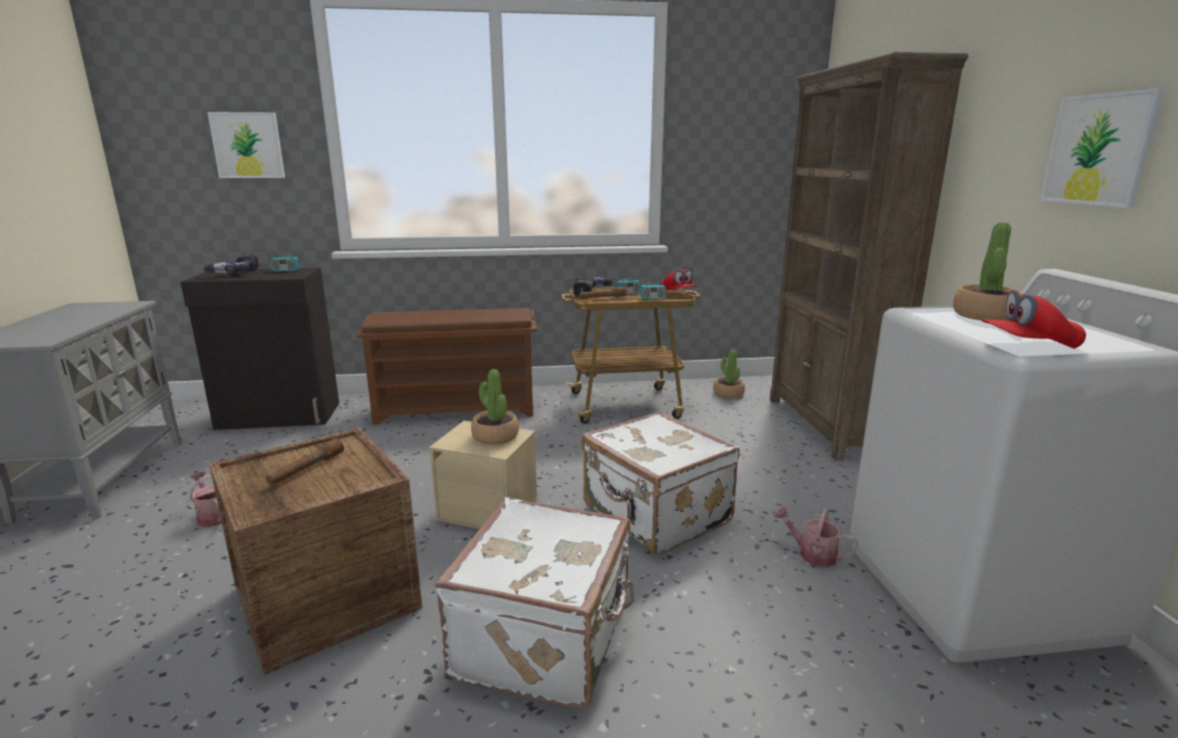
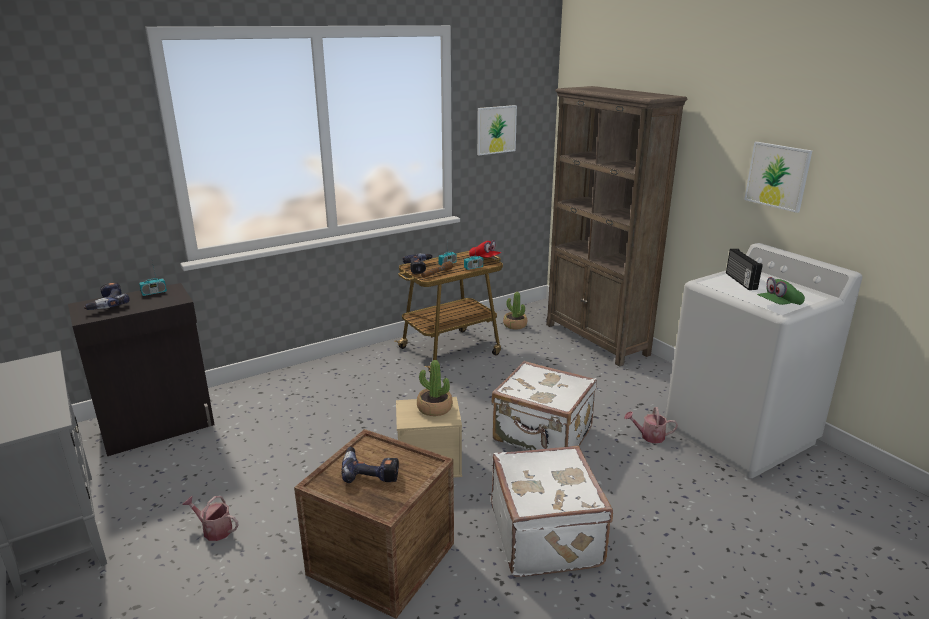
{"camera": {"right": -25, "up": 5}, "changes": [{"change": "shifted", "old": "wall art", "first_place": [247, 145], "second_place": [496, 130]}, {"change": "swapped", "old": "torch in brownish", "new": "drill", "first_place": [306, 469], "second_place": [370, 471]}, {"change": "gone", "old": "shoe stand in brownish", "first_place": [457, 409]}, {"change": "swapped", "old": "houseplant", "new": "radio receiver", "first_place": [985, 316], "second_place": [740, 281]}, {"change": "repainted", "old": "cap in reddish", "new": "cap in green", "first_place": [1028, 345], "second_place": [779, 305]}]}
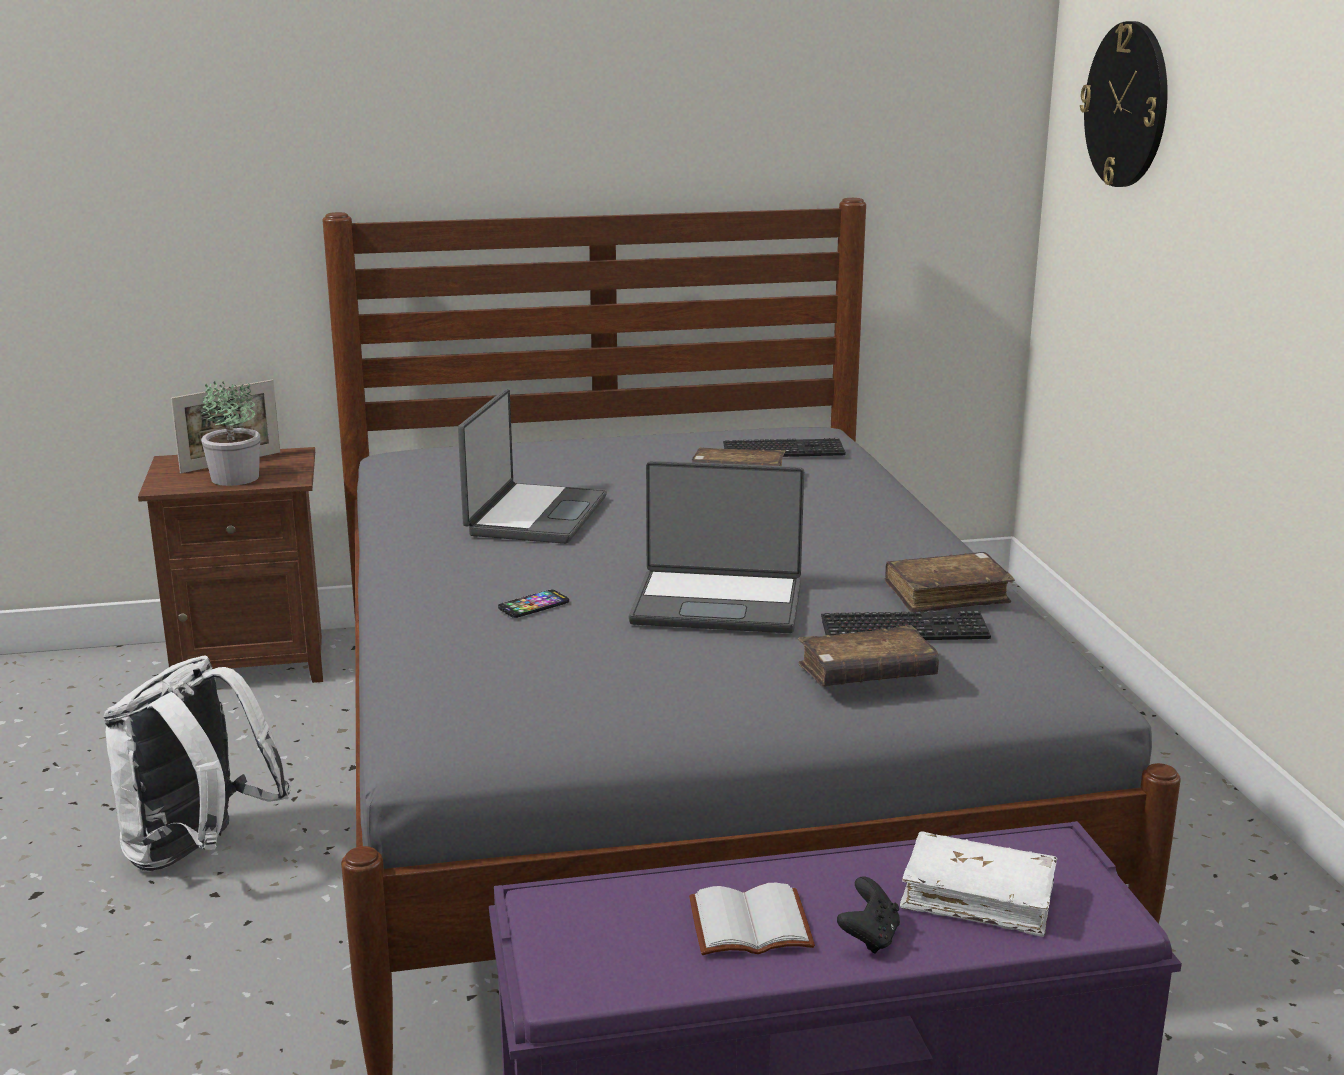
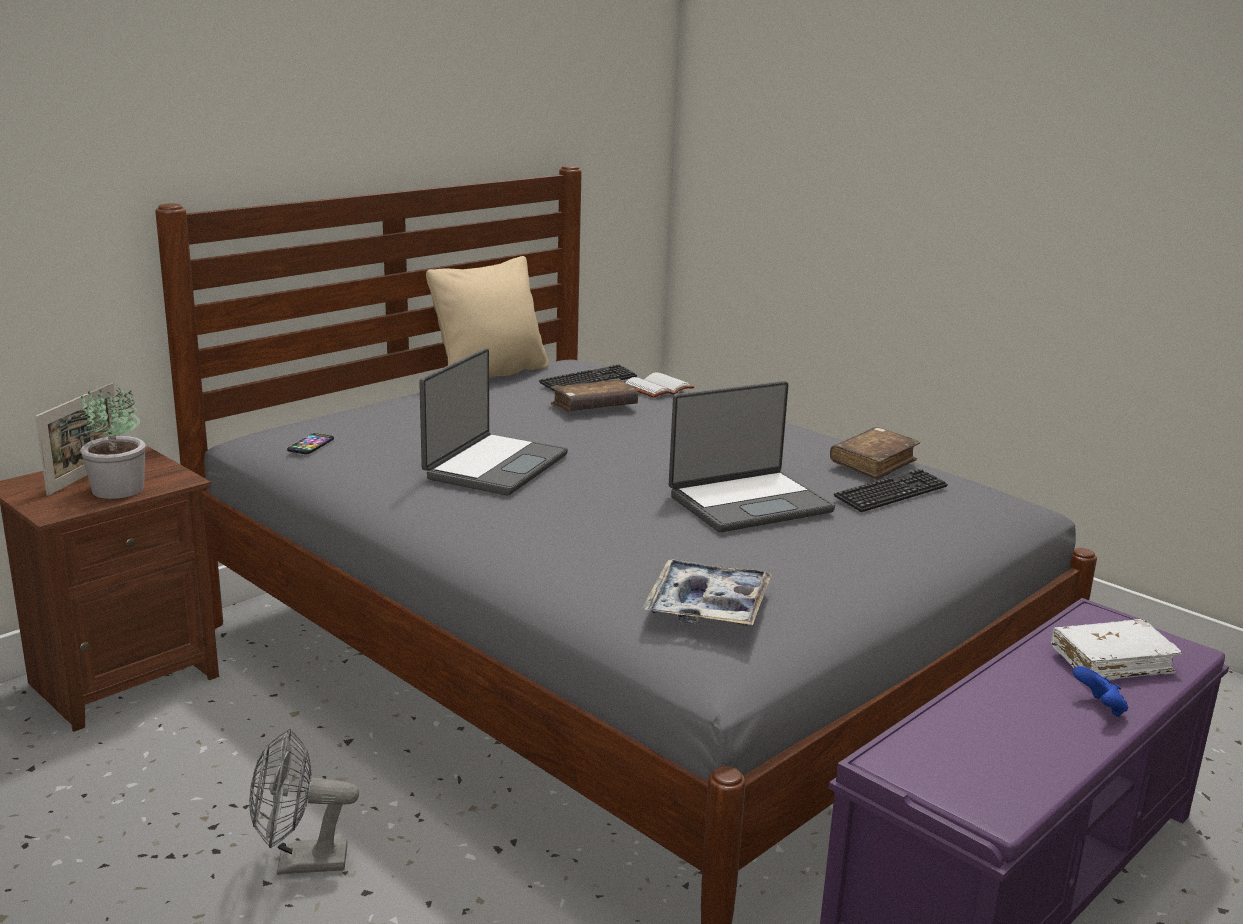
{"camera": {"right": -35, "up": 0}, "changes": [{"change": "swapped", "old": "backpack in white", "new": "cooling fan in grey", "first_place": [198, 852], "second_place": [300, 863]}, {"change": "rotated", "old": "portable computer", "first_place": [534, 516], "second_place": [494, 466], "degrees": 45}, {"change": "shifted", "old": "phone", "first_place": [533, 605], "second_place": [310, 445]}, {"change": "shifted", "old": "volume in white", "first_place": [748, 927], "second_place": [658, 389]}, {"change": "gone", "old": "volume in brownish", "first_place": [867, 674]}, {"change": "repainted", "old": "gamepad in black-coloured", "new": "gamepad in blue-coloured", "first_place": [869, 937], "second_place": [1099, 708]}, {"change": "gone", "old": "clock on the wall", "first_place": [1127, 105]}, {"change": "new", "new": "cushion in beige", "second_place": [490, 374]}, {"change": "new", "new": "serving tray", "second_place": [707, 605]}]}
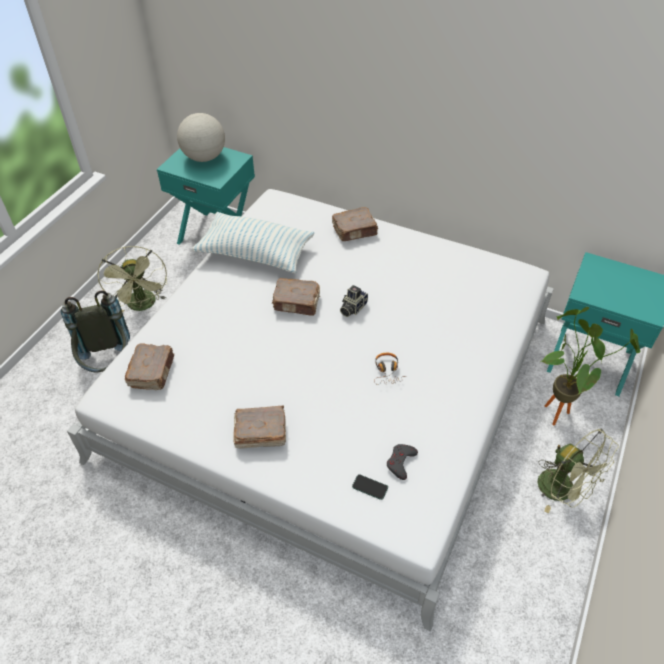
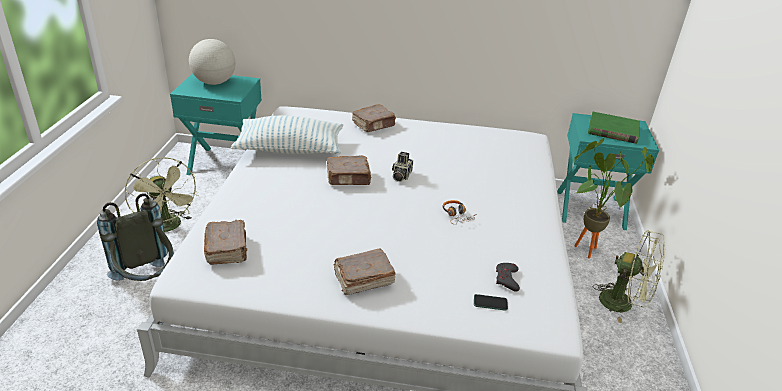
{"camera": {"right": -20, "up": -15}, "changes": [{"change": "new", "new": "volume in green", "second_place": [613, 130]}]}
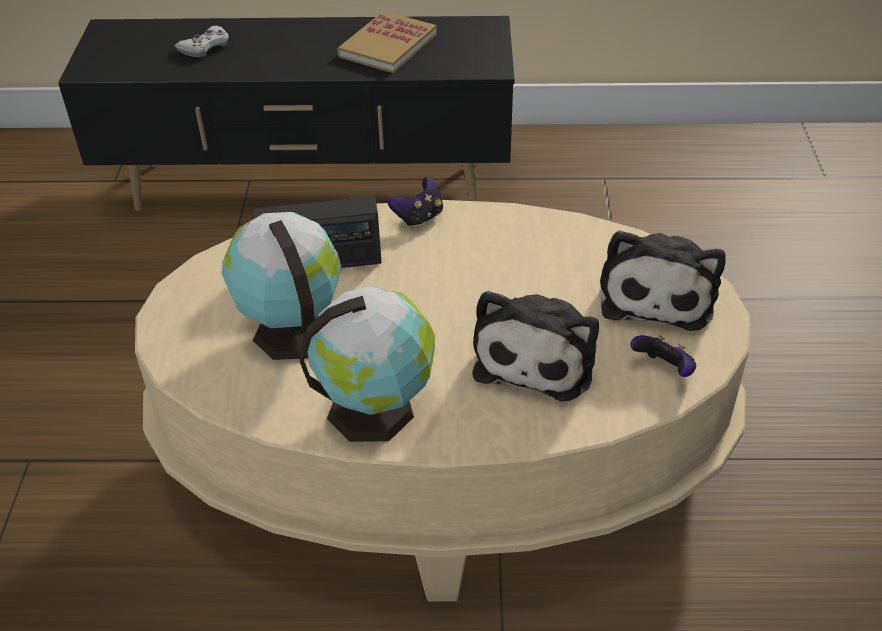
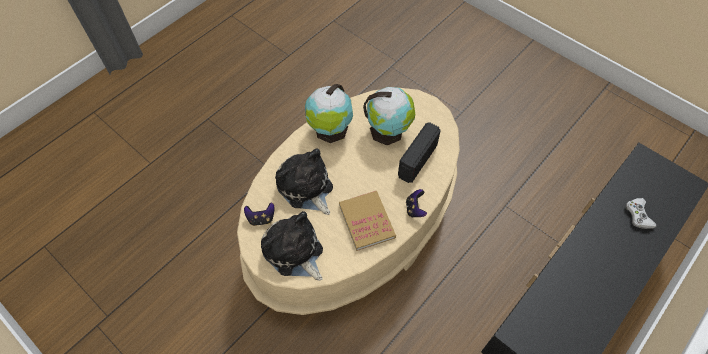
{"camera": {"right": 130, "up": 15}, "changes": [{"change": "shifted", "old": "volume", "first_place": [387, 46], "second_place": [366, 221]}]}
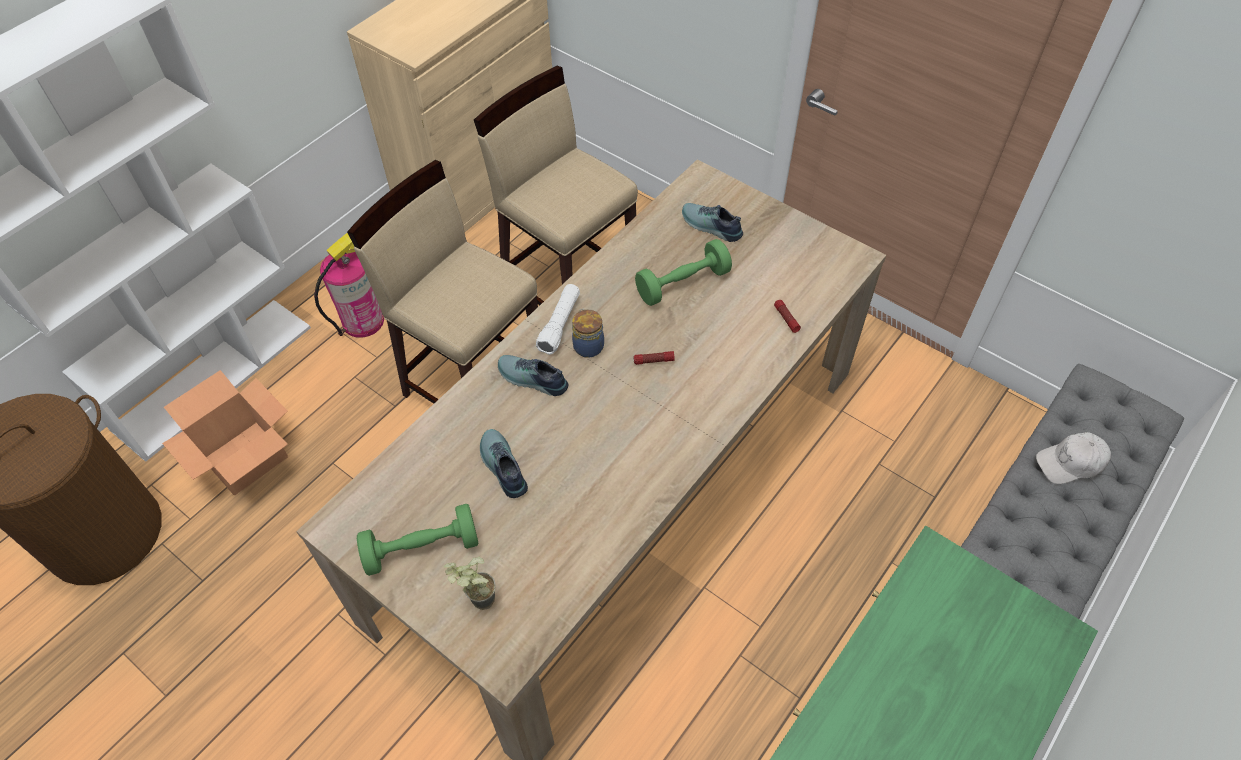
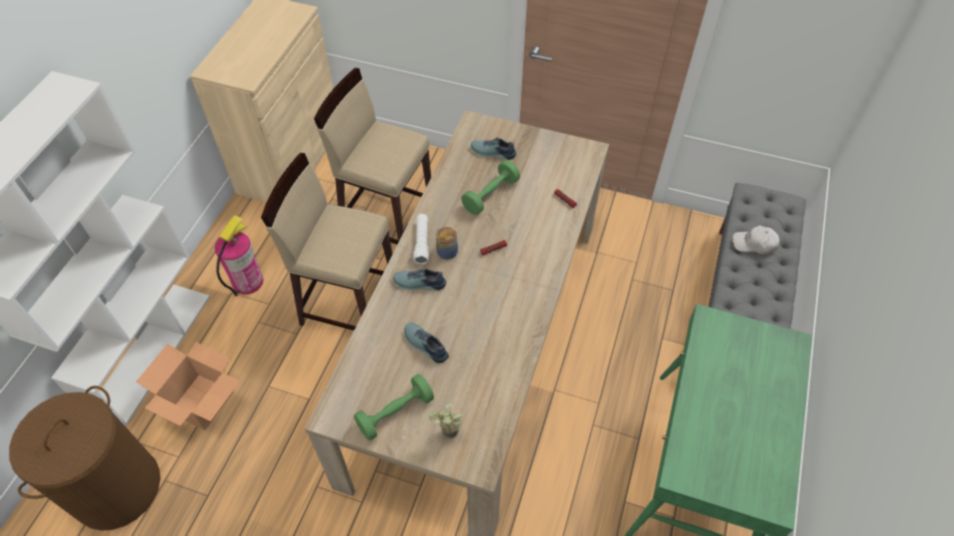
{"camera": {"right": -20, "up": 0}, "changes": [{"change": "rotated", "old": "cap in white", "first_place": [1071, 463], "second_place": [754, 244], "degrees": 45}]}
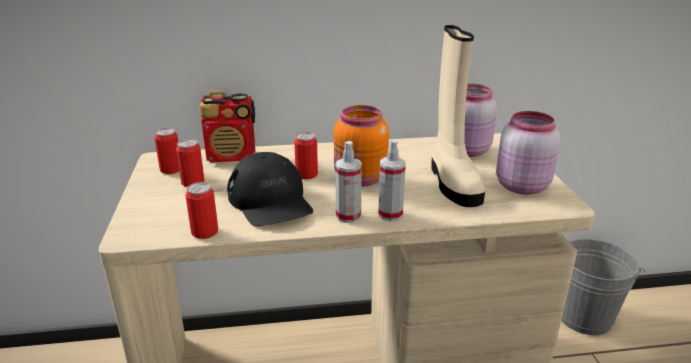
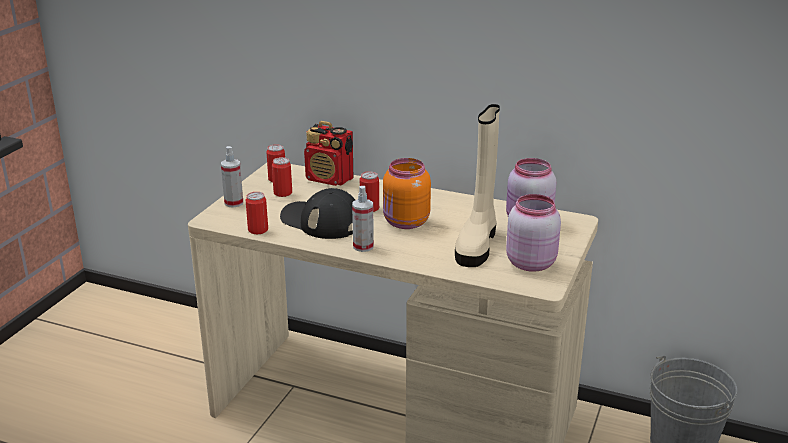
{"camera": {"right": 30, "up": 0}, "changes": [{"change": "rotated", "old": "cap in black-coloured", "first_place": [271, 201], "second_place": [321, 221], "degrees": 120}, {"change": "shifted", "old": "sprayer", "first_place": [390, 214], "second_place": [234, 203]}]}
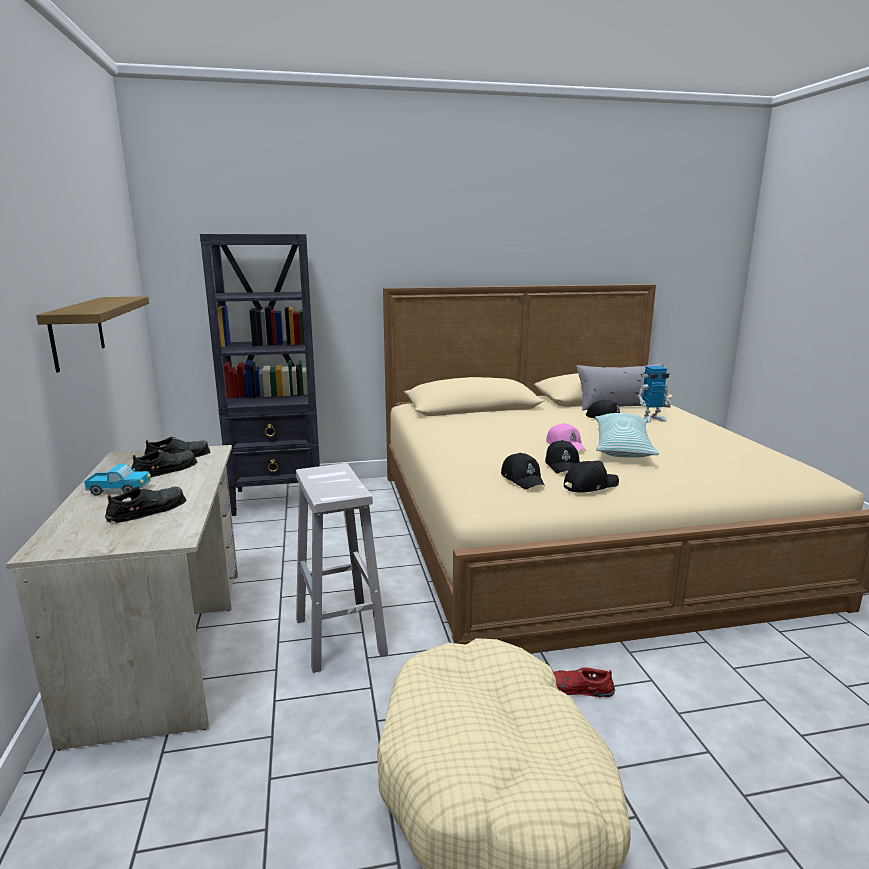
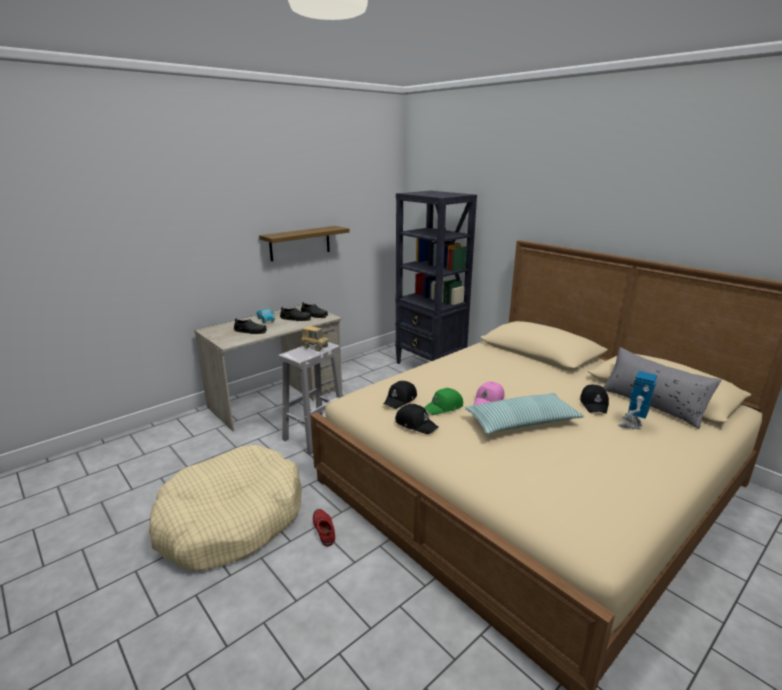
{"camera": {"right": 60, "up": 5}, "changes": [{"change": "repainted", "old": "cap in black-coloured", "new": "cap in green", "first_place": [562, 465], "second_place": [444, 407]}, {"change": "rotated", "old": "model robot", "first_place": [652, 419], "second_place": [632, 425], "degrees": 75}, {"change": "new", "new": "model truck", "second_place": [315, 347]}]}
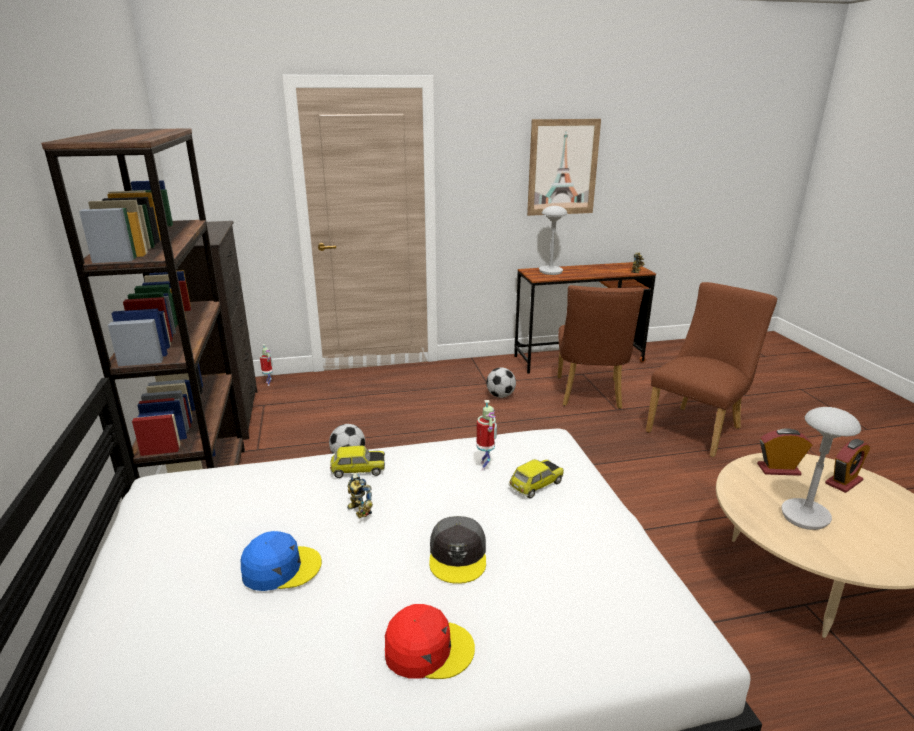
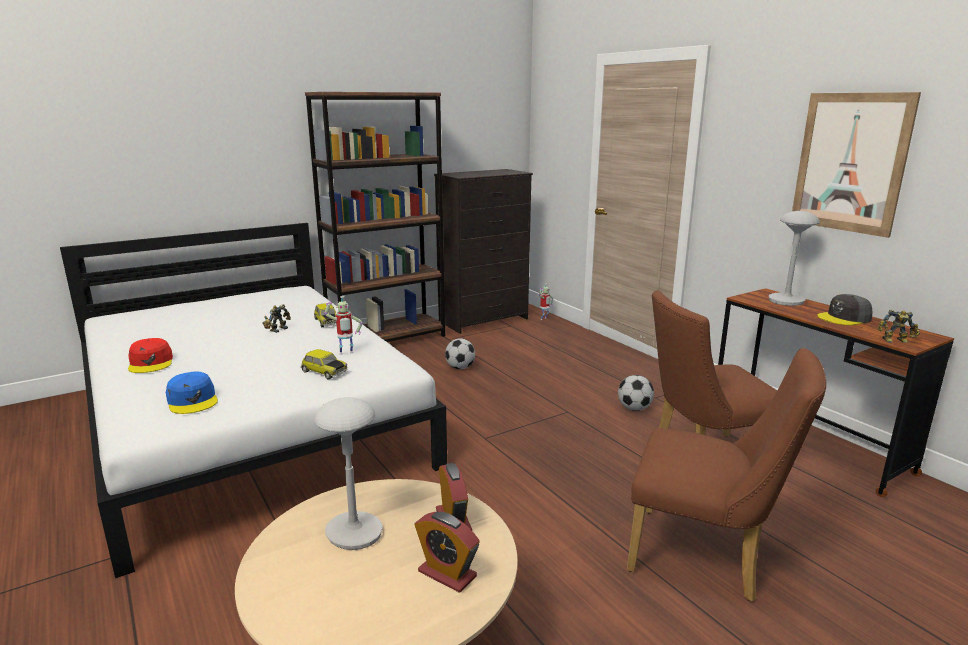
{"camera": {"right": 70, "up": -5}, "changes": [{"change": "shifted", "old": "cap in blue-coloured", "first_place": [281, 568], "second_place": [193, 400]}, {"change": "shifted", "old": "cap in grey", "first_place": [458, 555], "second_place": [844, 318]}]}
